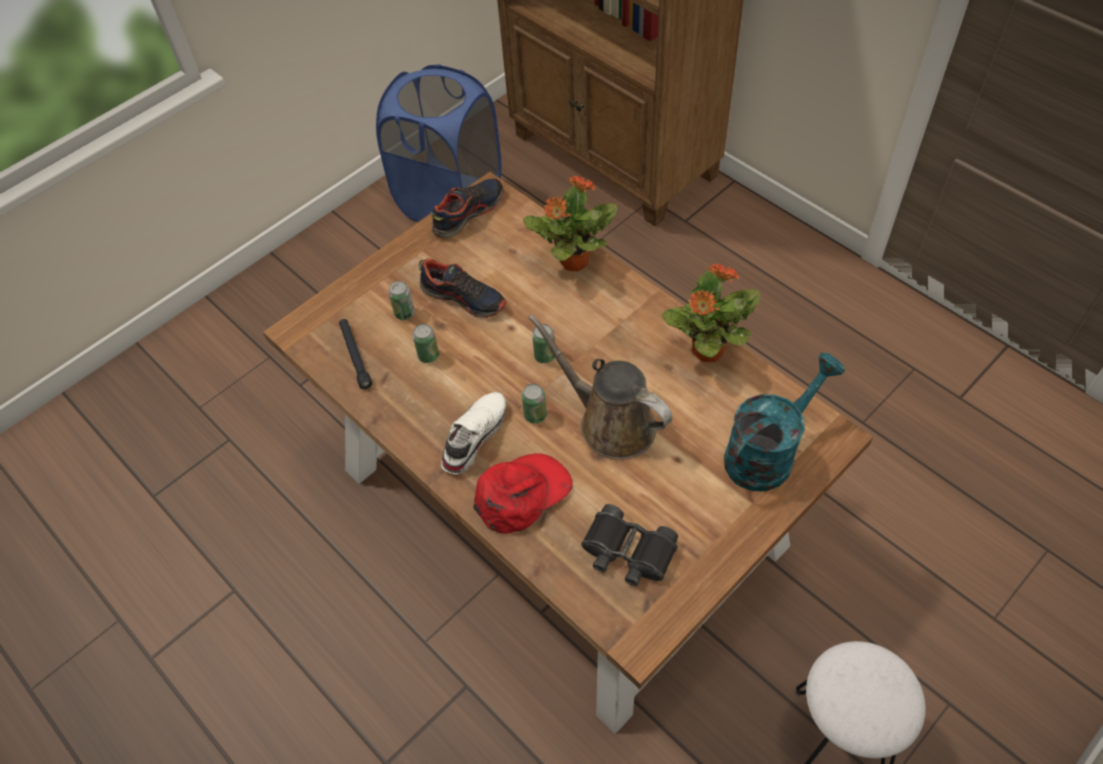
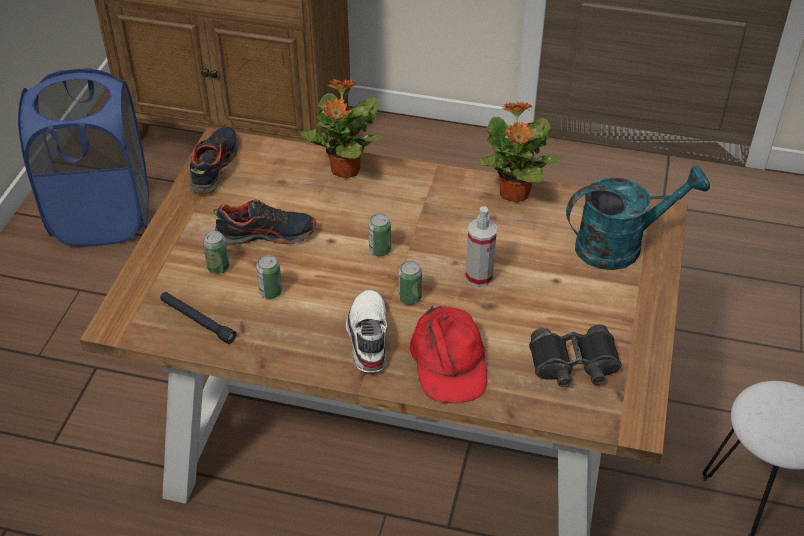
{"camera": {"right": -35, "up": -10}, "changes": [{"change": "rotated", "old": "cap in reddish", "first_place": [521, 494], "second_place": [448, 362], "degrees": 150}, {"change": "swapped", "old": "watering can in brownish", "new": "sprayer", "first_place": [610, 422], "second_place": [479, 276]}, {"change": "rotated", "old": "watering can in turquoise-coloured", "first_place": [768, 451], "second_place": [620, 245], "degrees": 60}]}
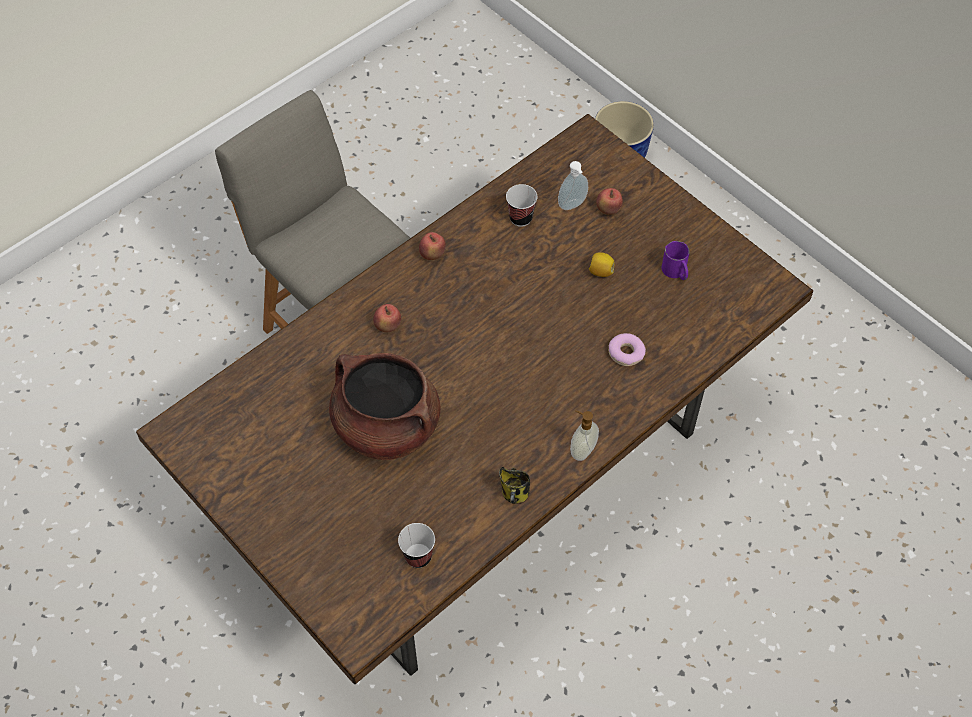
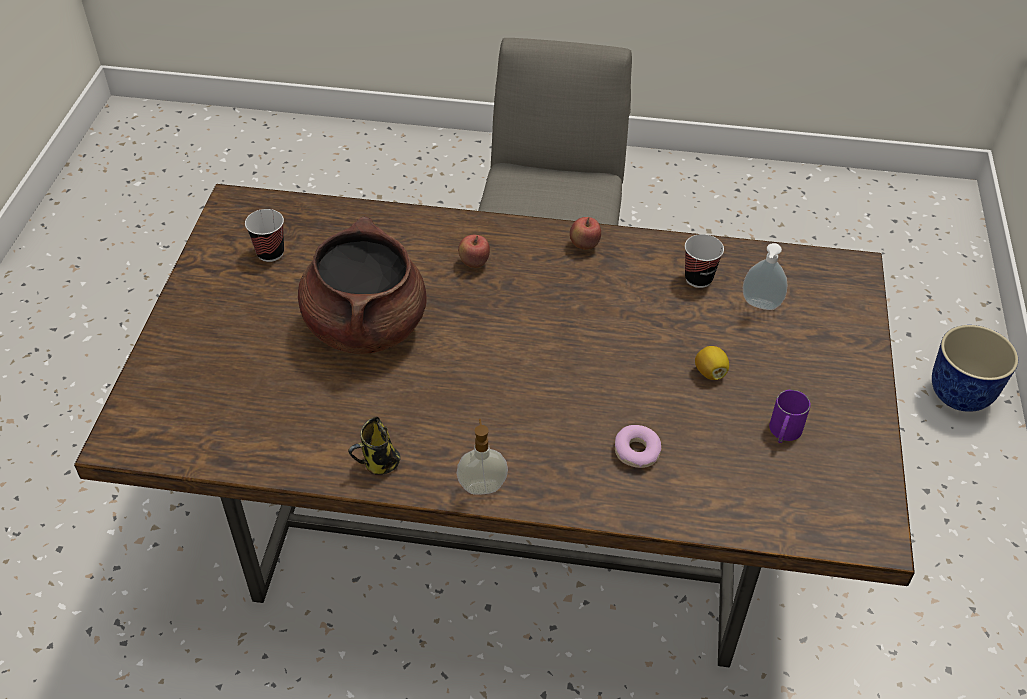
{"camera": {"right": 50, "up": -10}, "changes": [{"change": "shifted", "old": "small cup", "first_place": [418, 556], "second_place": [270, 253]}, {"change": "gone", "old": "apple fruit", "first_place": [608, 210]}]}
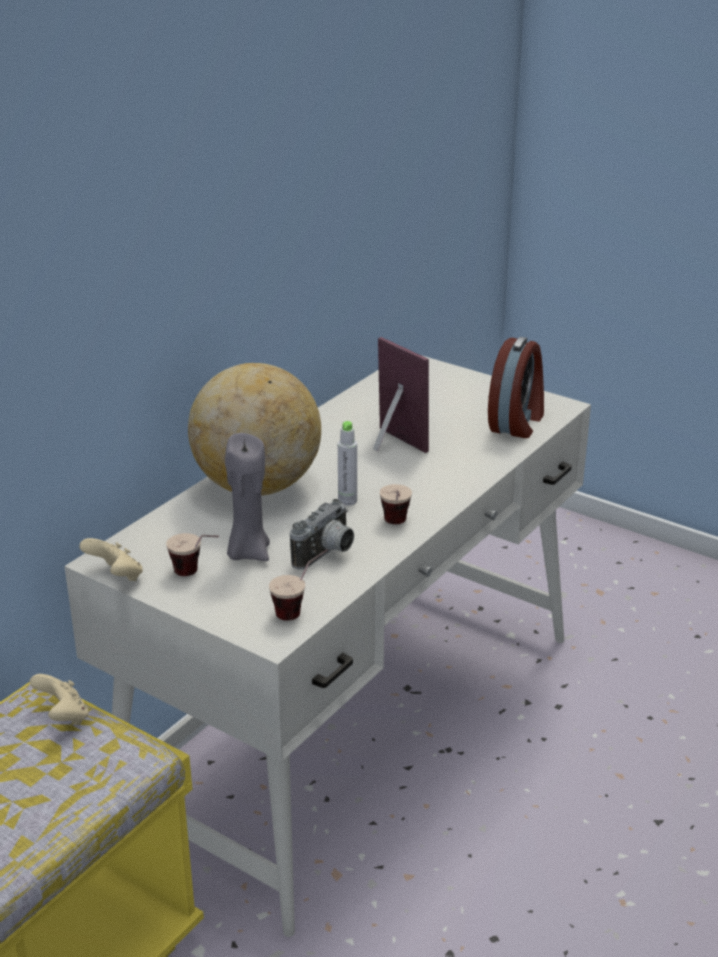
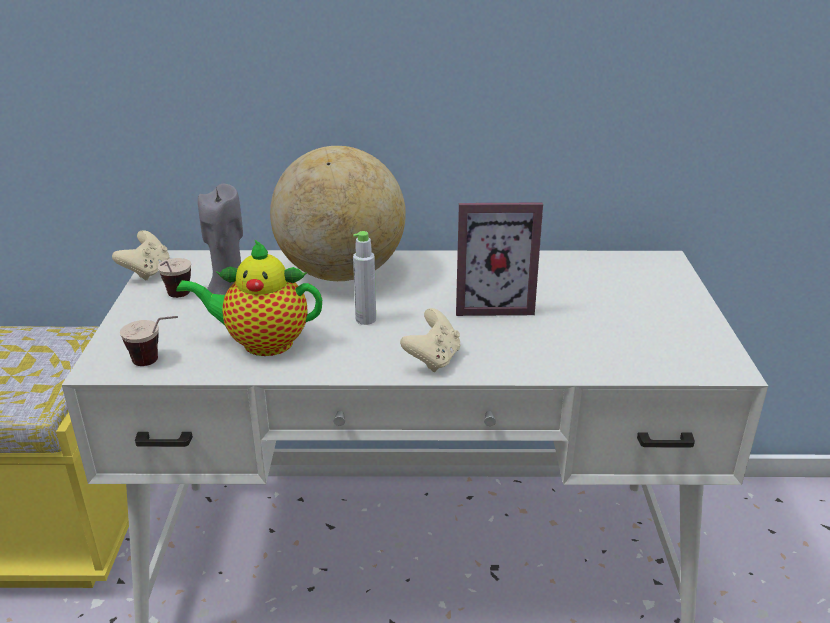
{"camera": {"right": 55, "up": 0}, "changes": [{"change": "shifted", "old": "gamepad in beige", "first_place": [63, 716], "second_place": [433, 359]}, {"change": "swapped", "old": "still camera", "new": "pot for tea", "first_place": [327, 554], "second_place": [262, 343]}, {"change": "rotated", "old": "photo frame", "first_place": [390, 445], "second_place": [493, 304], "degrees": 75}, {"change": "gone", "old": "small cup", "first_place": [396, 526]}, {"change": "gone", "old": "table clock", "first_place": [517, 422]}]}
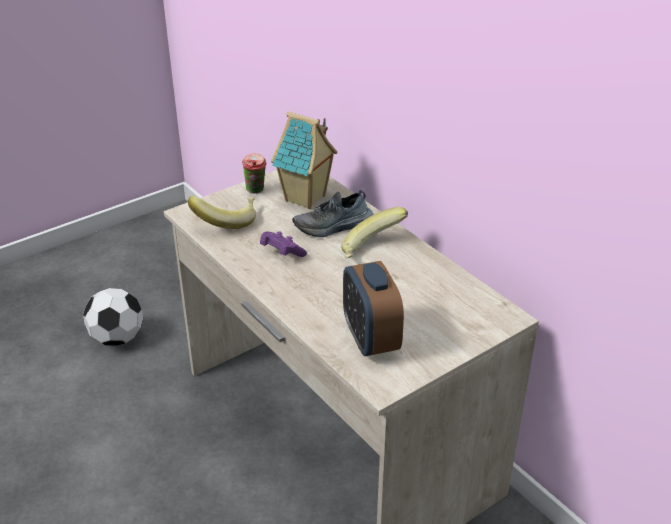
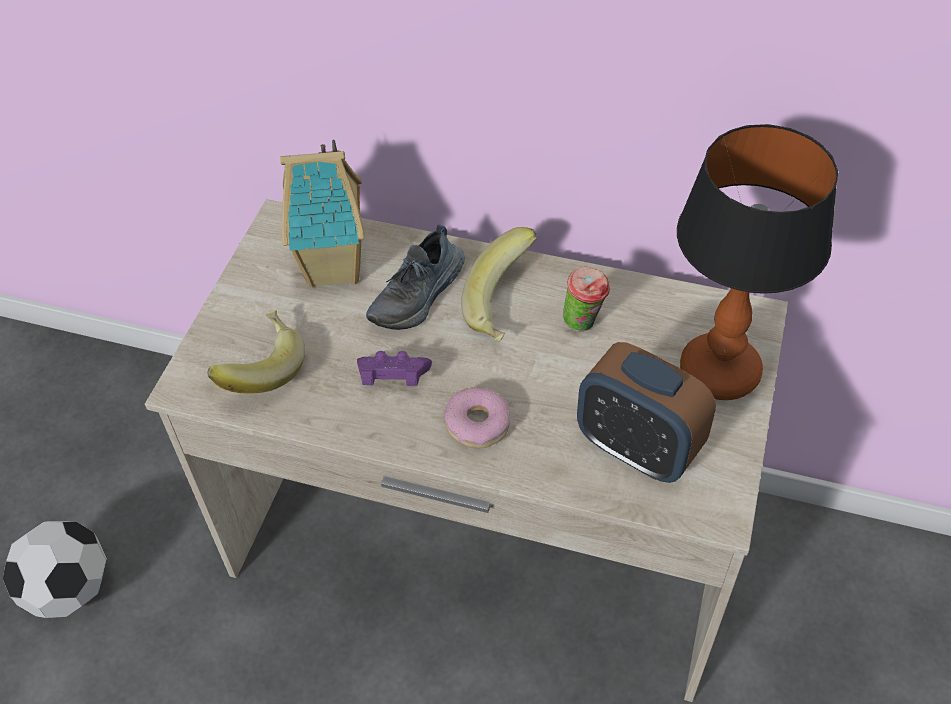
{"camera": {"right": -35, "up": 15}, "changes": [{"change": "shifted", "old": "small cup", "first_place": [256, 191], "second_place": [584, 323]}, {"change": "new", "new": "donut", "second_place": [477, 424]}, {"change": "new", "new": "tabletop lamp", "second_place": [717, 372]}]}
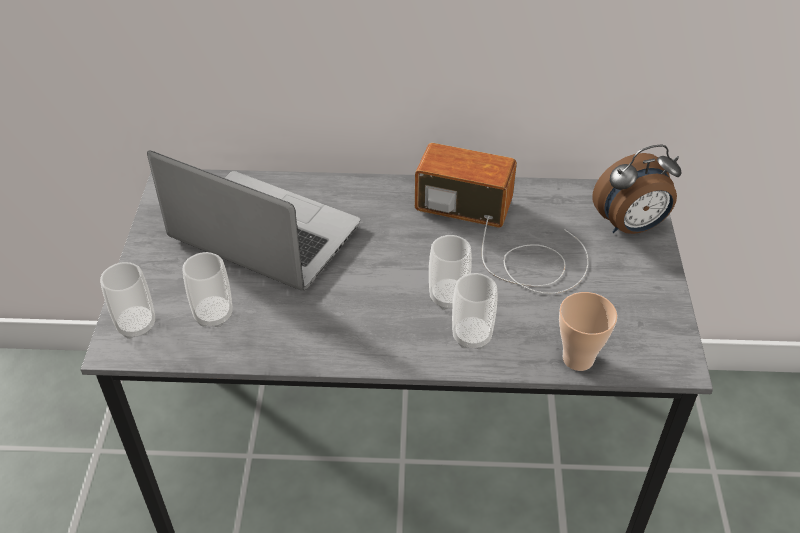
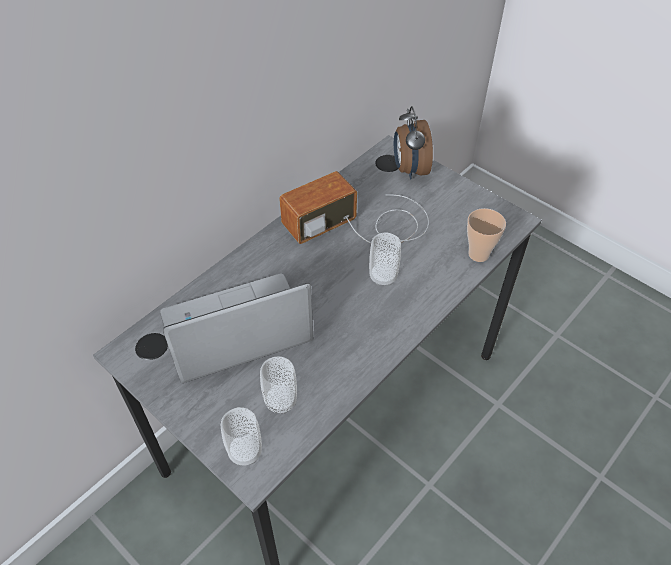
{"camera": {"right": -50, "up": 5}, "changes": [{"change": "gone", "old": "small cup", "first_place": [472, 336]}, {"change": "rotated", "old": "table clock", "first_place": [630, 226], "second_place": [409, 169], "degrees": 150}]}
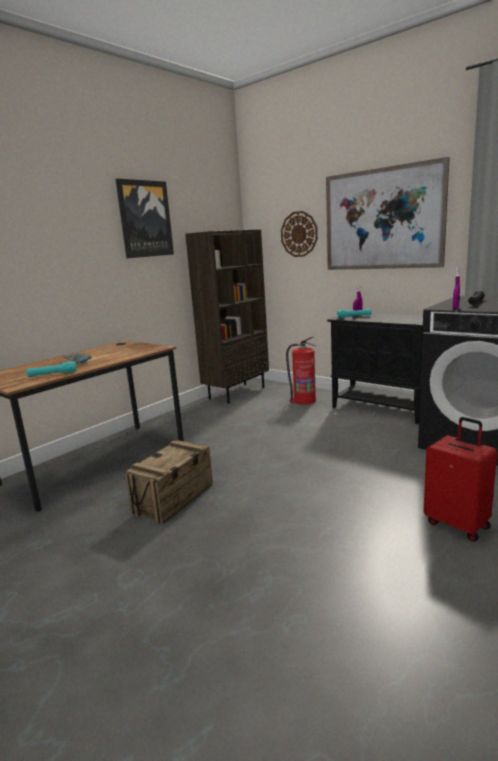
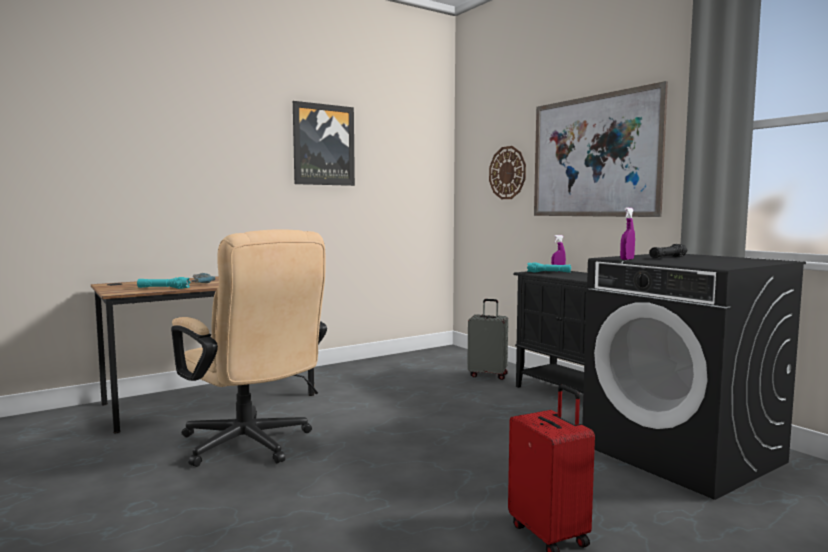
{"camera": {"right": 15, "up": -10}, "changes": [{"change": "swapped", "old": "crate", "new": "desk chair in beige", "first_place": [174, 499], "second_place": [252, 446]}, {"change": "gone", "old": "bookcase in brownish", "first_place": [237, 393]}, {"change": "swapped", "old": "extinguisher", "new": "suitcase in grey", "first_place": [304, 400], "second_place": [488, 375]}]}
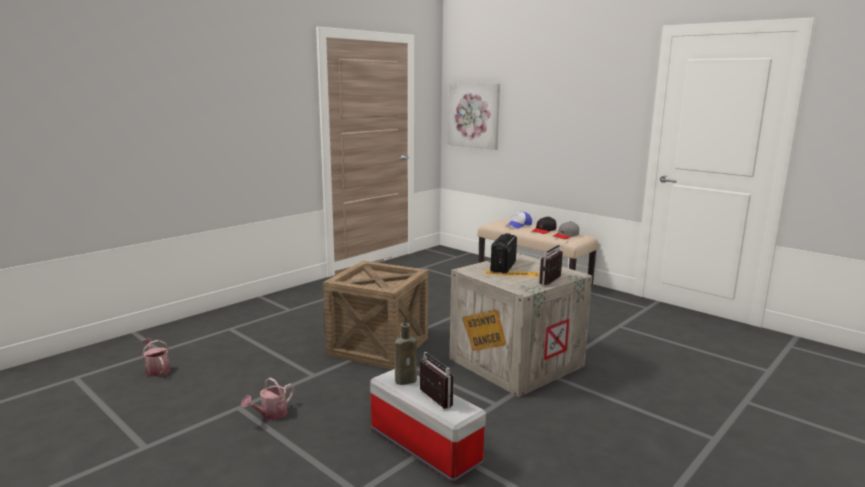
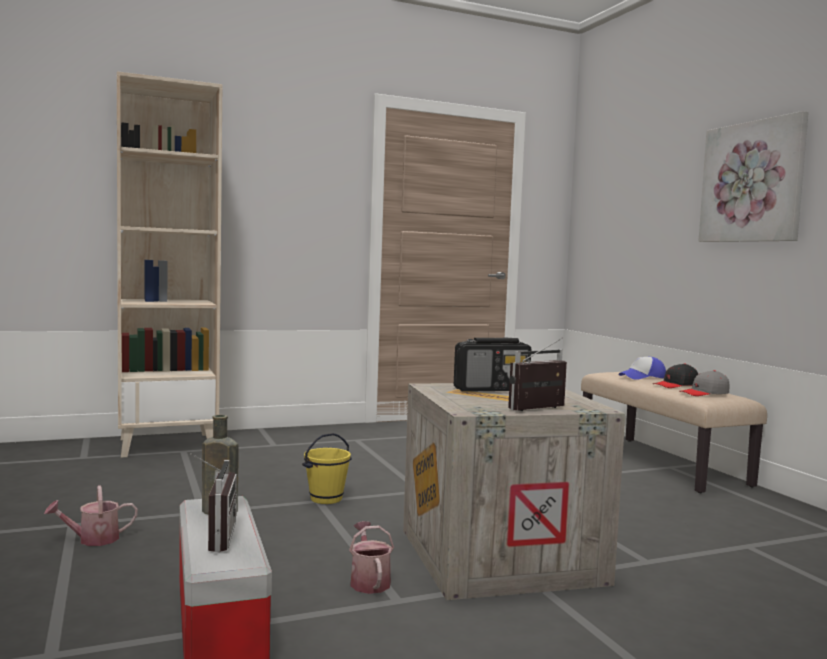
{"camera": {"right": 25, "up": -10}, "changes": [{"change": "shifted", "old": "watering can", "first_place": [156, 369], "second_place": [369, 581]}, {"change": "swapped", "old": "crate", "new": "water bucket in yellow", "first_place": [378, 346], "second_place": [326, 499]}, {"change": "shifted", "old": "wall art", "first_place": [474, 115], "second_place": [752, 182]}, {"change": "rotated", "old": "radio receiver", "first_place": [503, 267], "second_place": [492, 389], "degrees": -150}, {"change": "new", "new": "bookcase in beige", "second_place": [168, 444]}]}
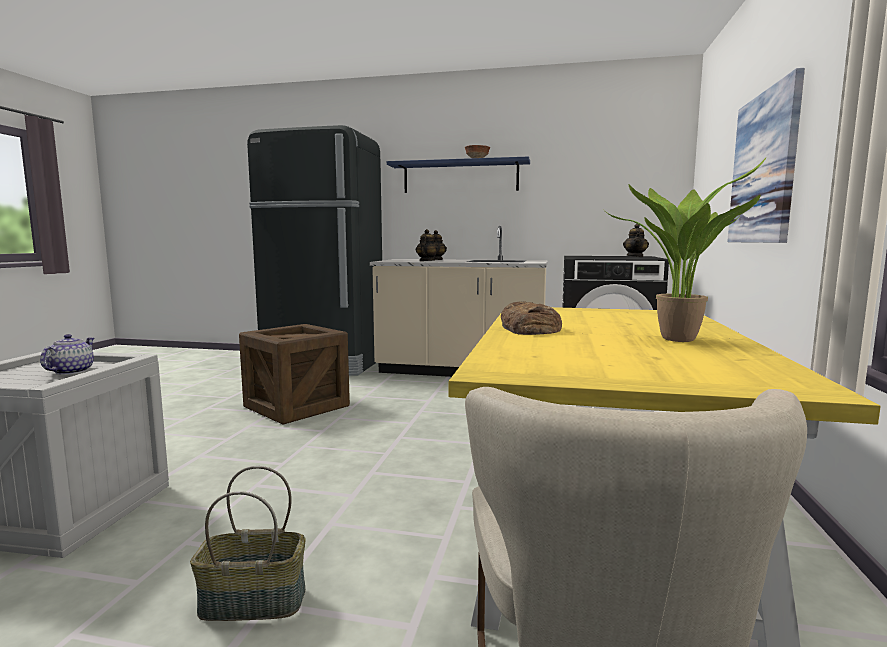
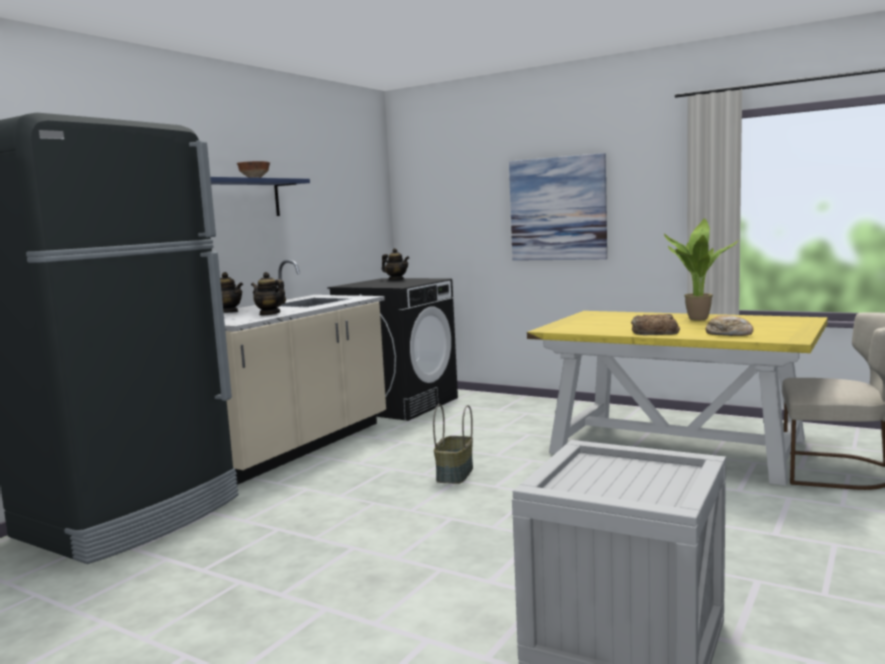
{"camera": {"right": -70, "up": 0}, "changes": [{"change": "gone", "old": "pot for tea", "first_place": [70, 371]}, {"change": "shifted", "old": "basket", "first_place": [251, 603], "second_place": [455, 474]}, {"change": "gone", "old": "crate", "first_place": [296, 406]}, {"change": "new", "new": "bakery bread", "second_place": [729, 334]}]}
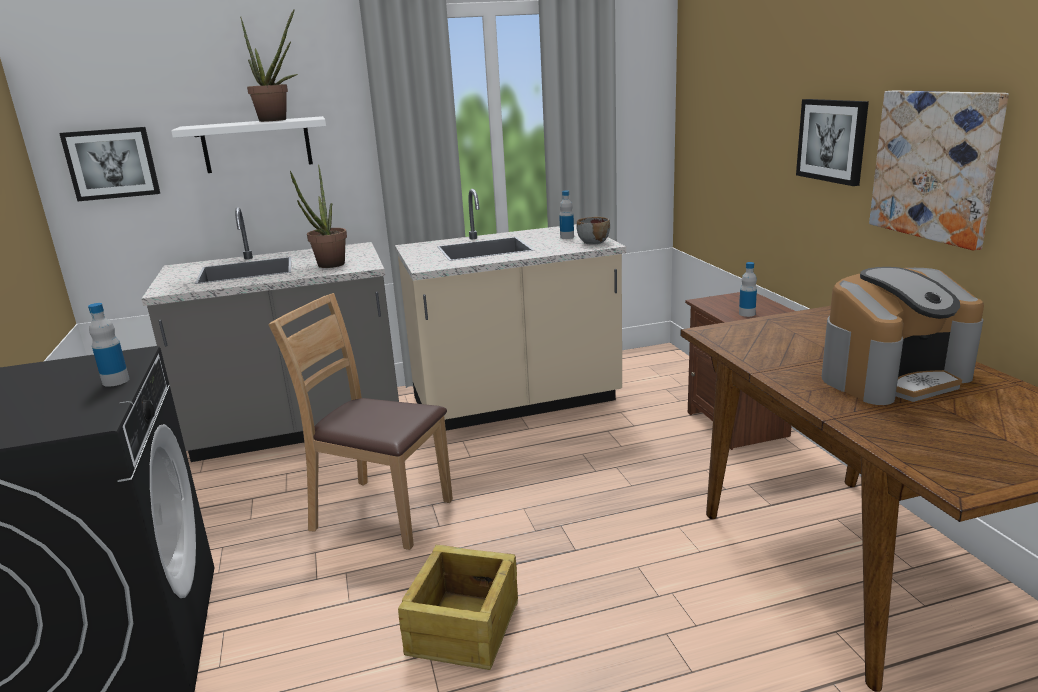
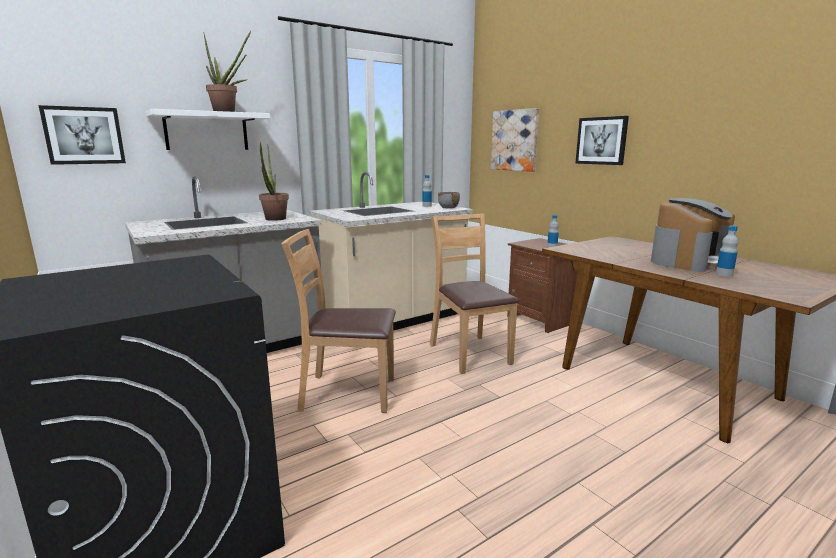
{"camera": {"right": -20, "up": -5}, "changes": [{"change": "shifted", "old": "beverage bottle", "first_place": [116, 381], "second_place": [724, 274]}, {"change": "gone", "old": "crate", "first_place": [462, 627]}, {"change": "shifted", "old": "wall art", "first_place": [935, 165], "second_place": [515, 140]}, {"change": "new", "new": "chair in brownish", "second_place": [470, 353]}]}
